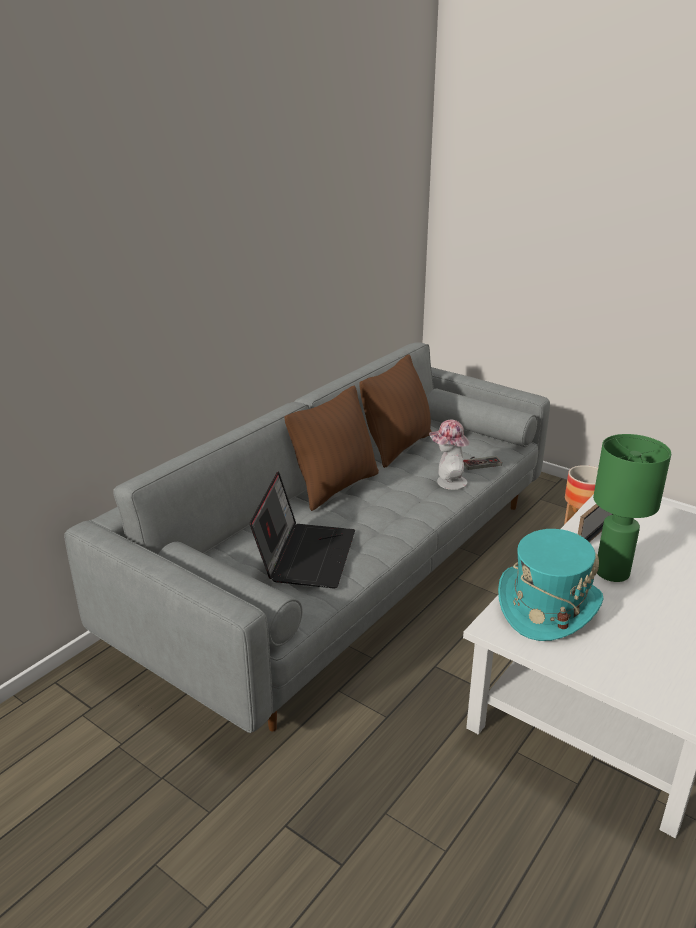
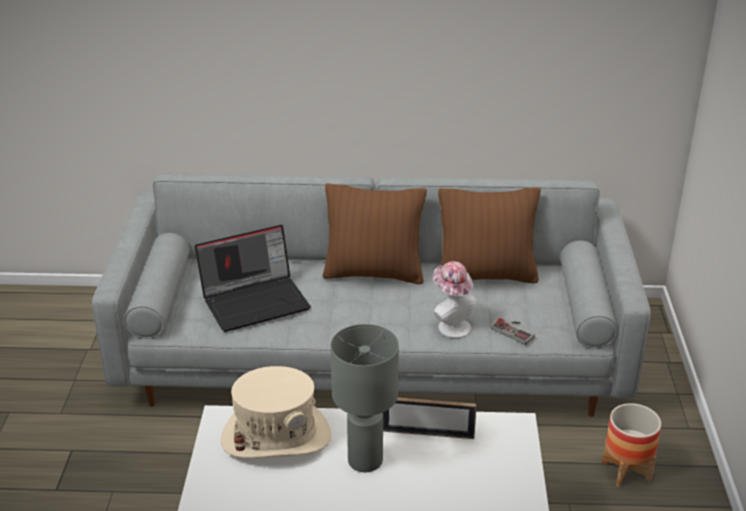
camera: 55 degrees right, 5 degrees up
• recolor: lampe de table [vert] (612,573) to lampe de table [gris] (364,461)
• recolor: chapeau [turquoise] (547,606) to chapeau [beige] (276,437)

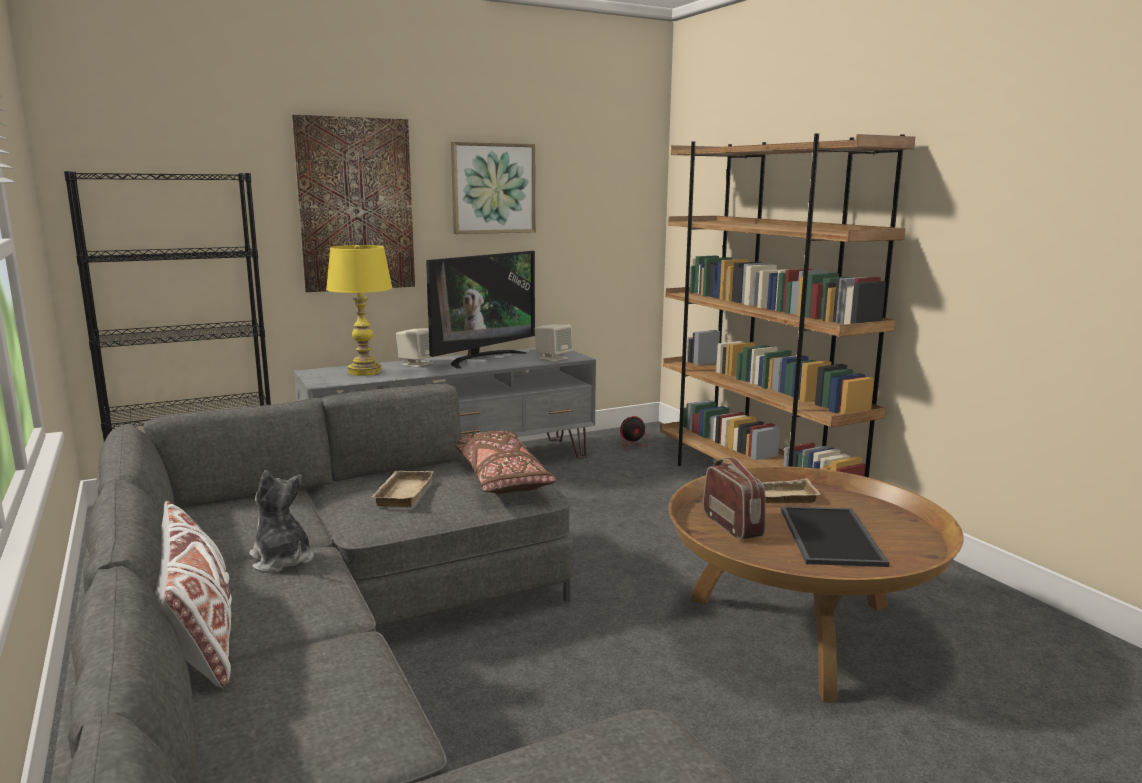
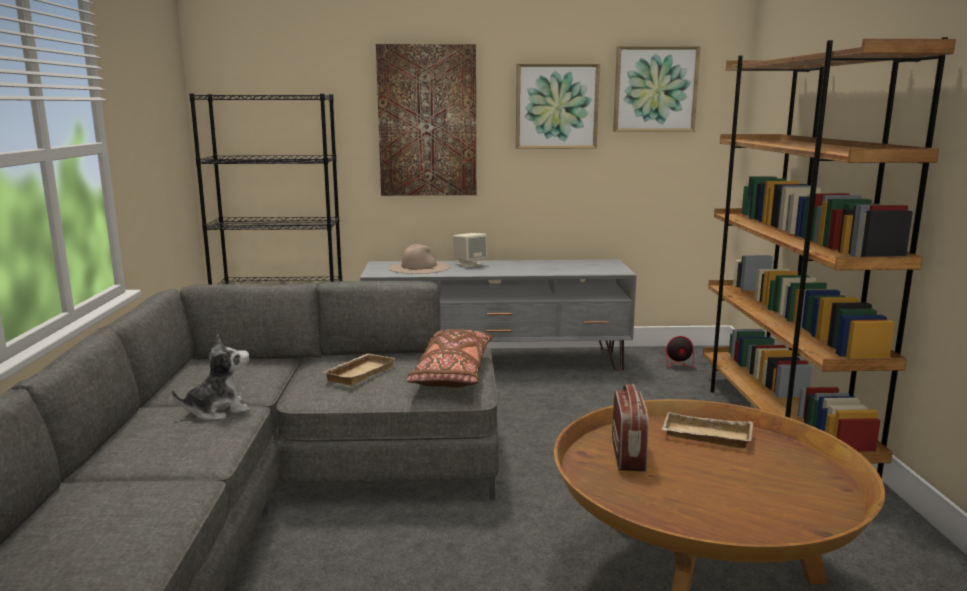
camera: 25 degrees right, 0 degrees up
• replace: lampe de table [jaune] (364,372) to chapeau [beige] (419,267)
• delete: téléviseur (481,358)
• delete: enceinte [beige] (553,358)
• rotate: peluche (282,560) = (217,411) 75 degrees clockwise
• delete: coussin [blanc] (199,634)
• delete: plateau (827,535)
• insert: tableau (655,89)

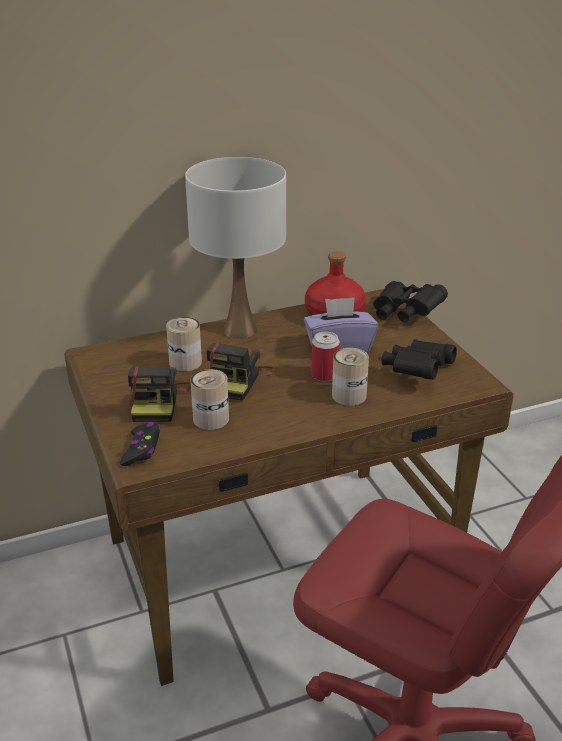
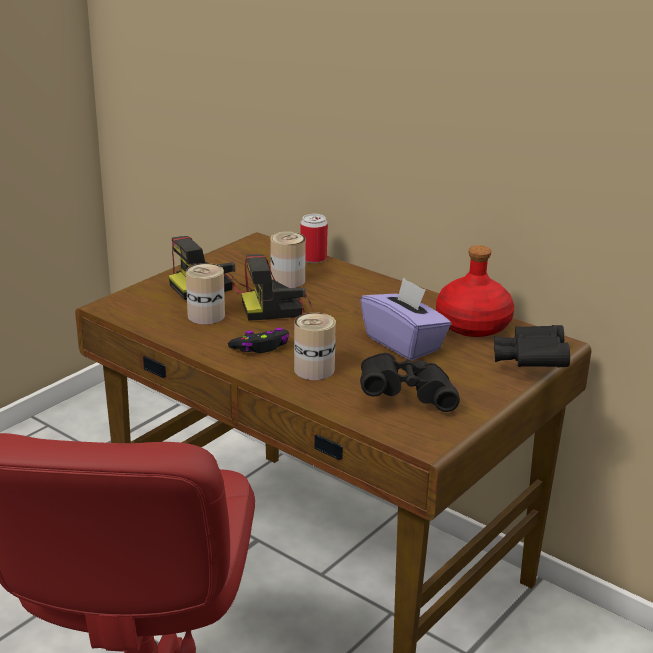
camera: 60 degrees right, 5 degrees down
• delete: lampe de table [blanc] (241,330)
• move: boîte métallique (324,375) to (313,258)
• move: manette [noir] (142,449) to (261,347)

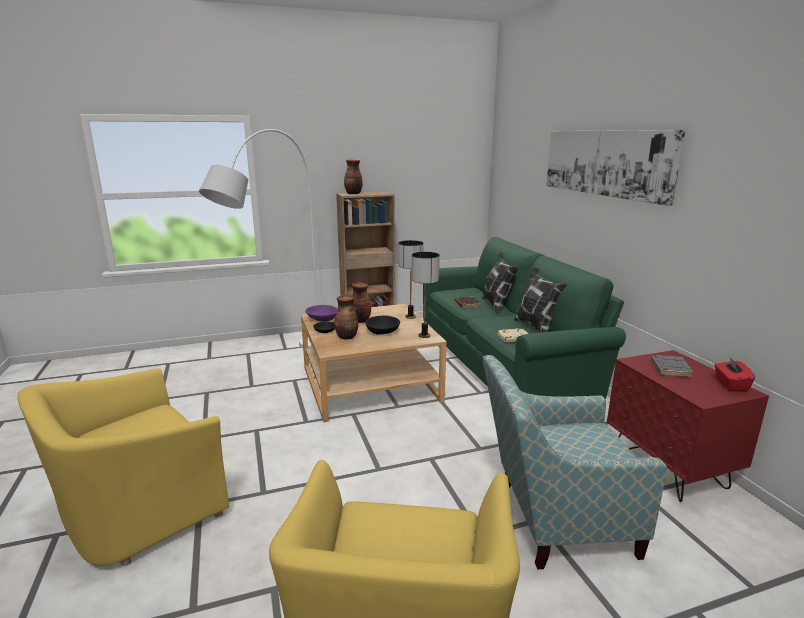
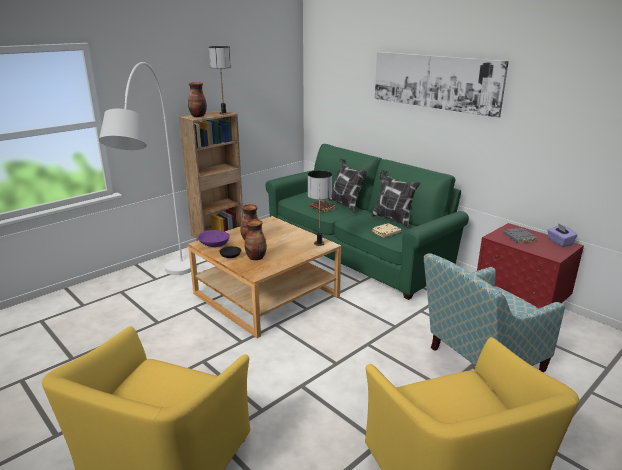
camera: 25 degrees left, 5 degrees up
• move: lampe de table (410,317) to (223,113)
• delete: bol [noir] (382,331)
• recolor: boîte à mouchoirs [rouge] (730,385) to boîte à mouchoirs [violet] (559,242)

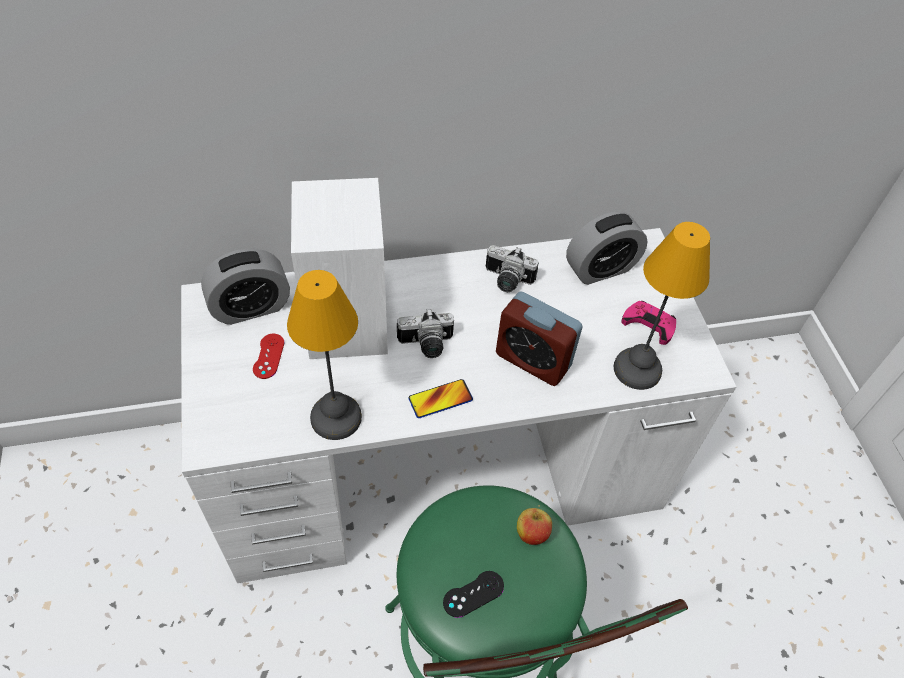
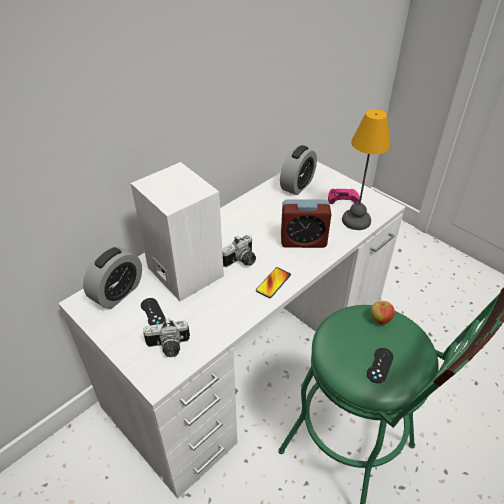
camera: 30 degrees left, 10 degrees down
• move: appareil photo (506,281) to (168,347)
• delete: lampe de table (335,416)
• recolor: manette [rouge] (268,356) to manette [noir] (153,312)

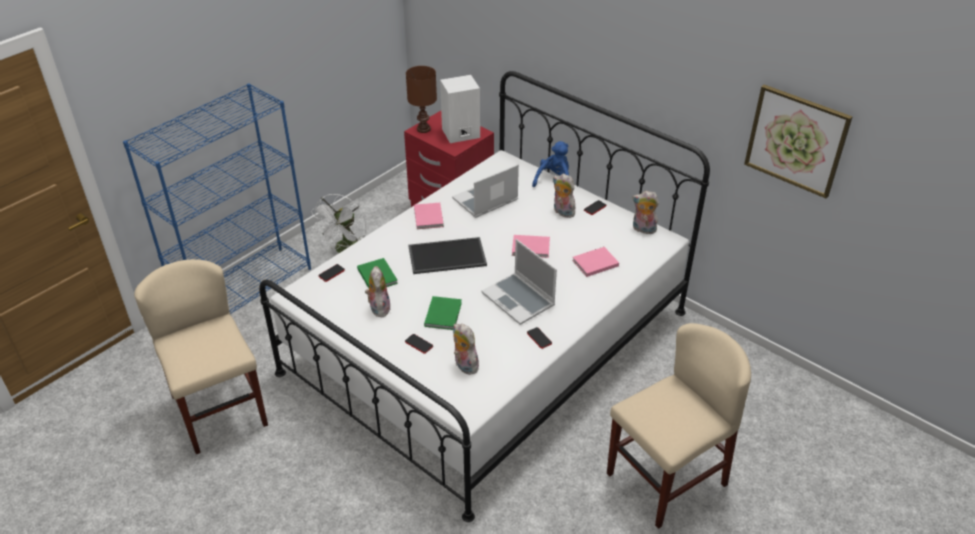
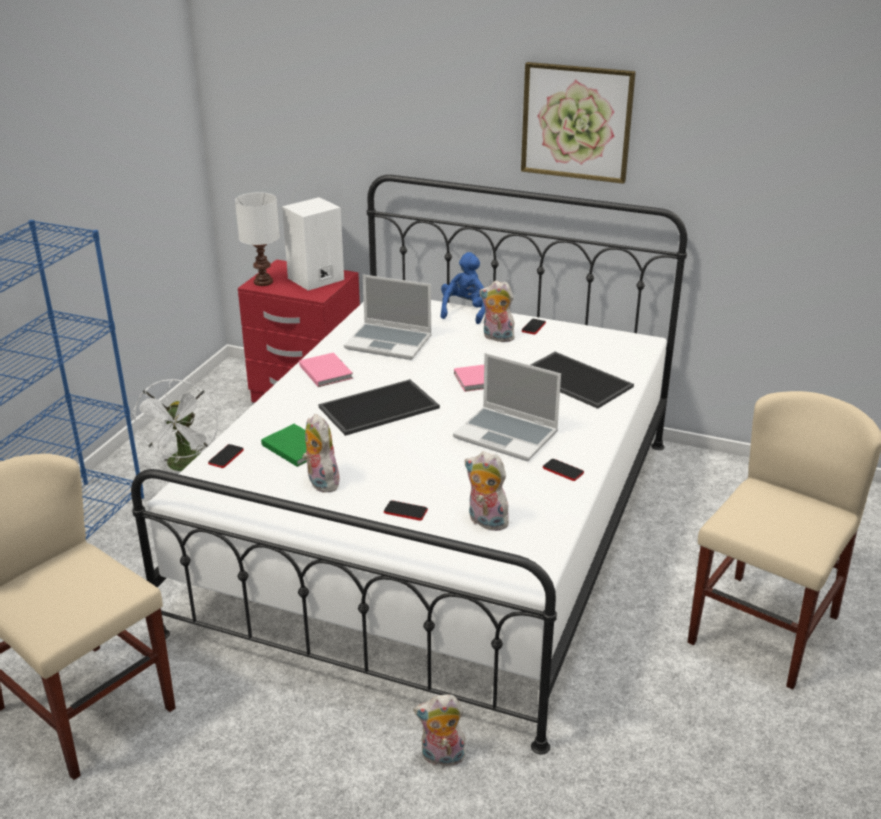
camera: 20 degrees left, 10 degrees down
• recolor: lampe de table [marron] (423,129) to lampe de table [blanc] (262,282)
• move: tableau (796,140) to (576,122)
• rotate: ordinateur portable (485,200) = (390,342) 105 degrees counterclockwise
• move: peluche (643,229) to (441,758)
• replace: livre [rose] (594,263) to plateau (573,380)
• delete: livre [vert] (444,314)

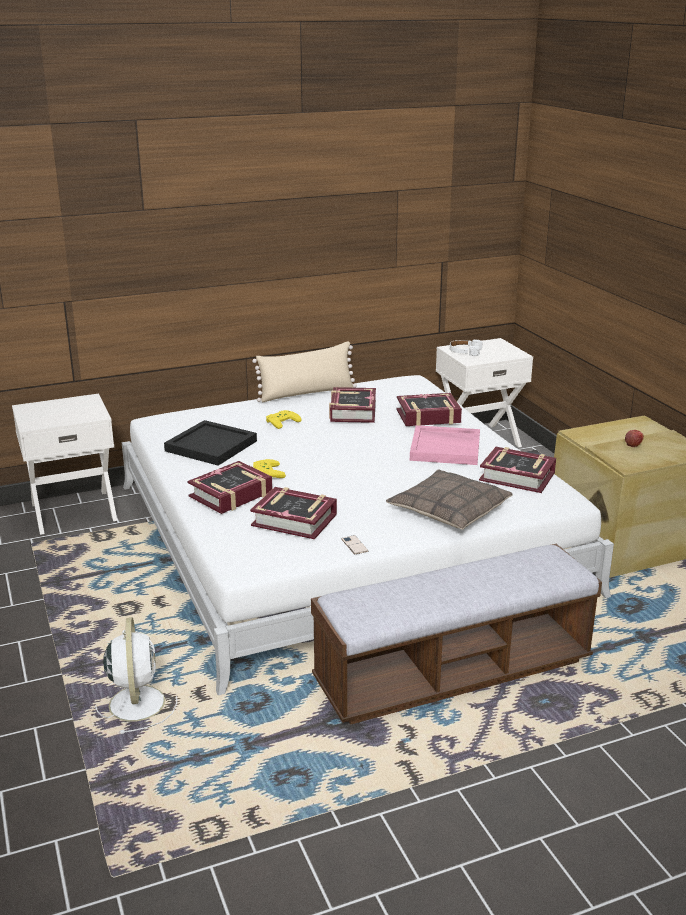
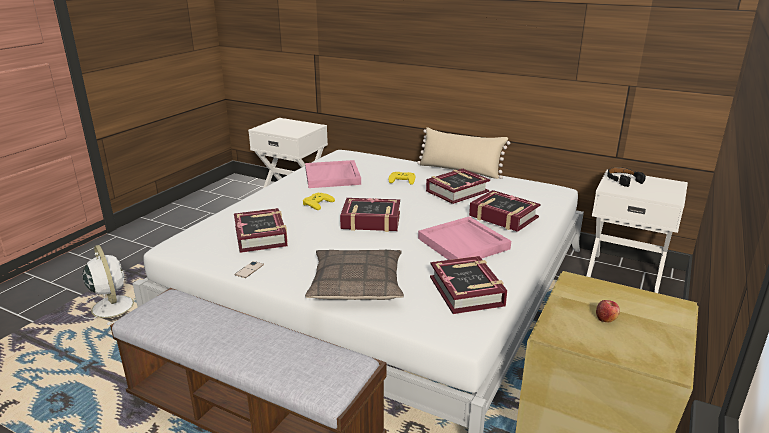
camera: 50 degrees right, 0 degrees up
• recolor: casque audio [blanc] (465,351) to casque audio [noir] (623,180)
• recolor: plateau [noir] (212,446) to plateau [rose] (333,177)
• move: livre (231,494) to (371,221)
• rotate: ventilateur [blanc] (137,702) = (112,306) 75 degrees counterclockwise

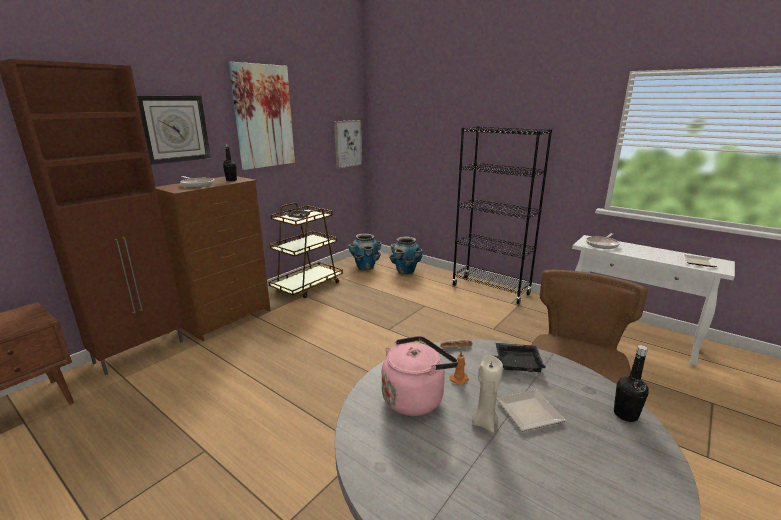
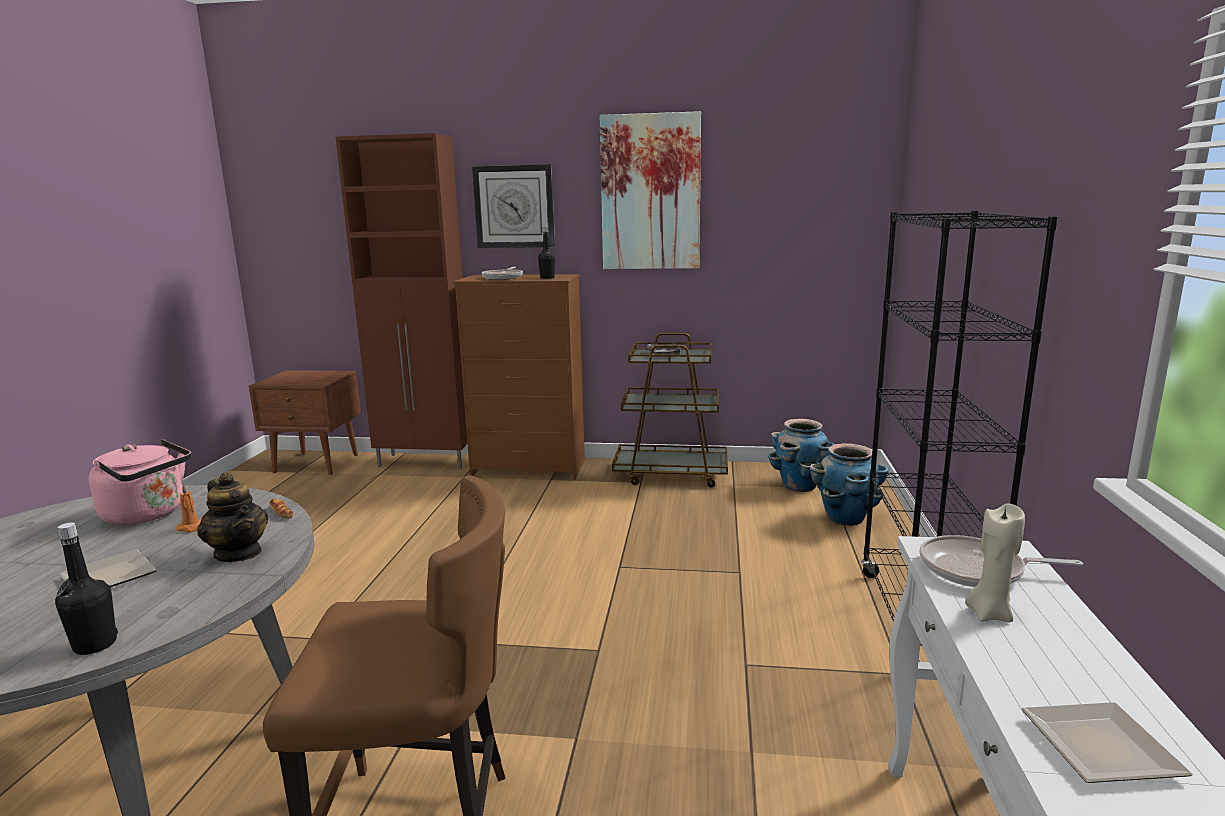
camera: 60 degrees right, 5 degrees down
• delete: tableau (347,143)
• replace: plateau [noir] (515,364) to théière (239,553)
• move: bougie [beige] (484,422) to (989,614)

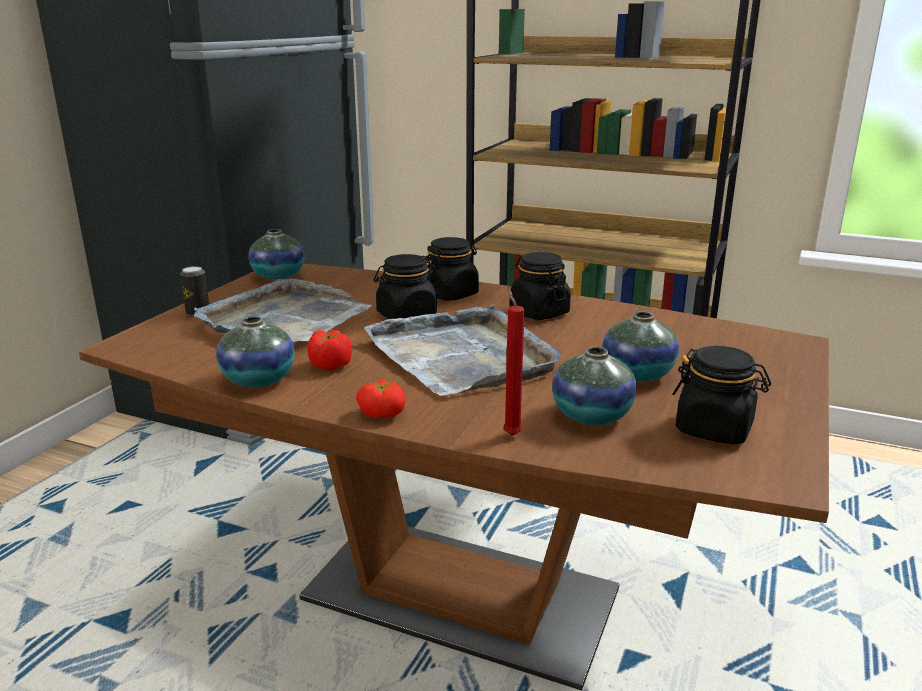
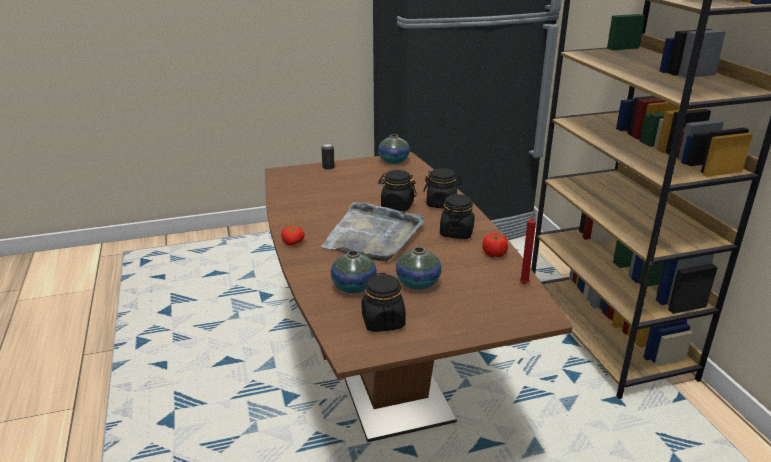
camera: 50 degrees right, 5 degrees up
• delete: plateau [gris] (285,320)
• move: bougie [rouge] (511,434) to (524,283)
• delete: vase (258,380)
• move: tomate (330,365) to (494,254)

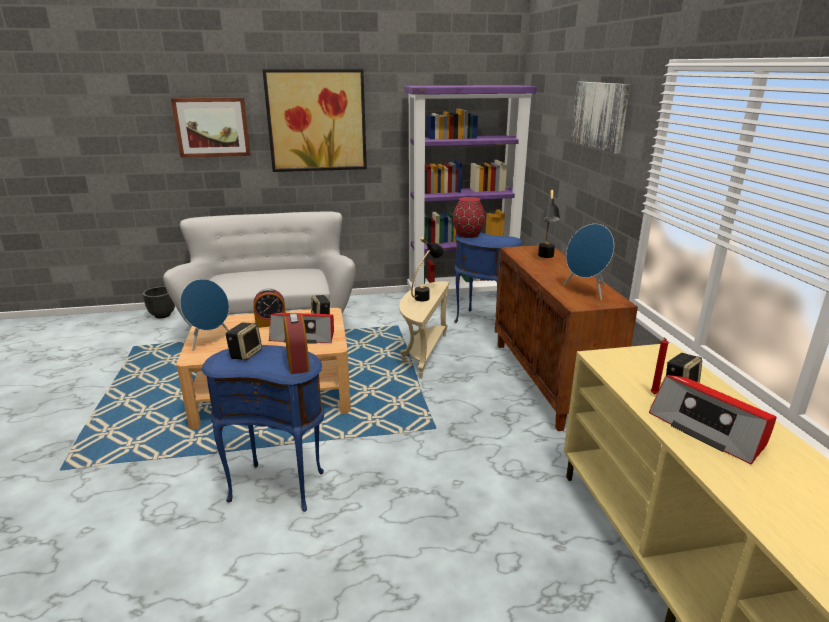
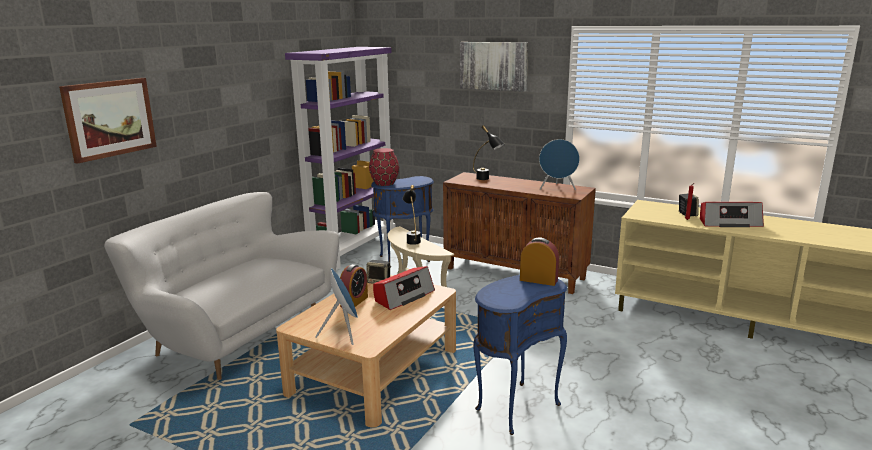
camera: 50 degrees left, 5 degrees down
• delete: tableau (317,121)
• delete: cache-pot [noir] (163,315)
• delete: enceinte (246,354)

